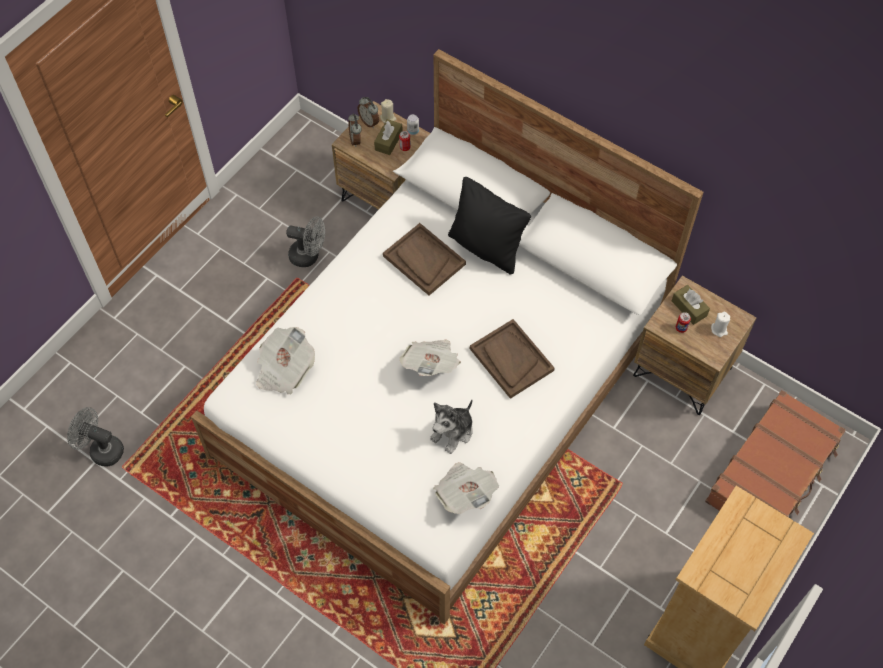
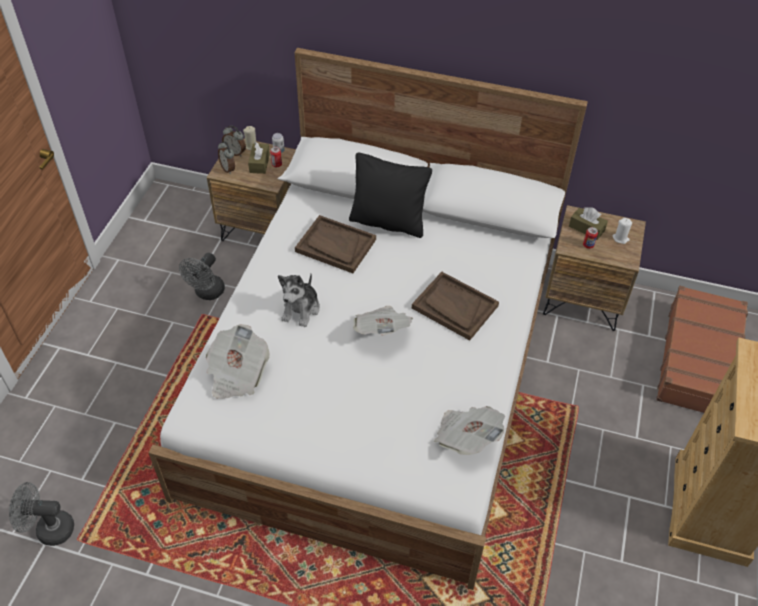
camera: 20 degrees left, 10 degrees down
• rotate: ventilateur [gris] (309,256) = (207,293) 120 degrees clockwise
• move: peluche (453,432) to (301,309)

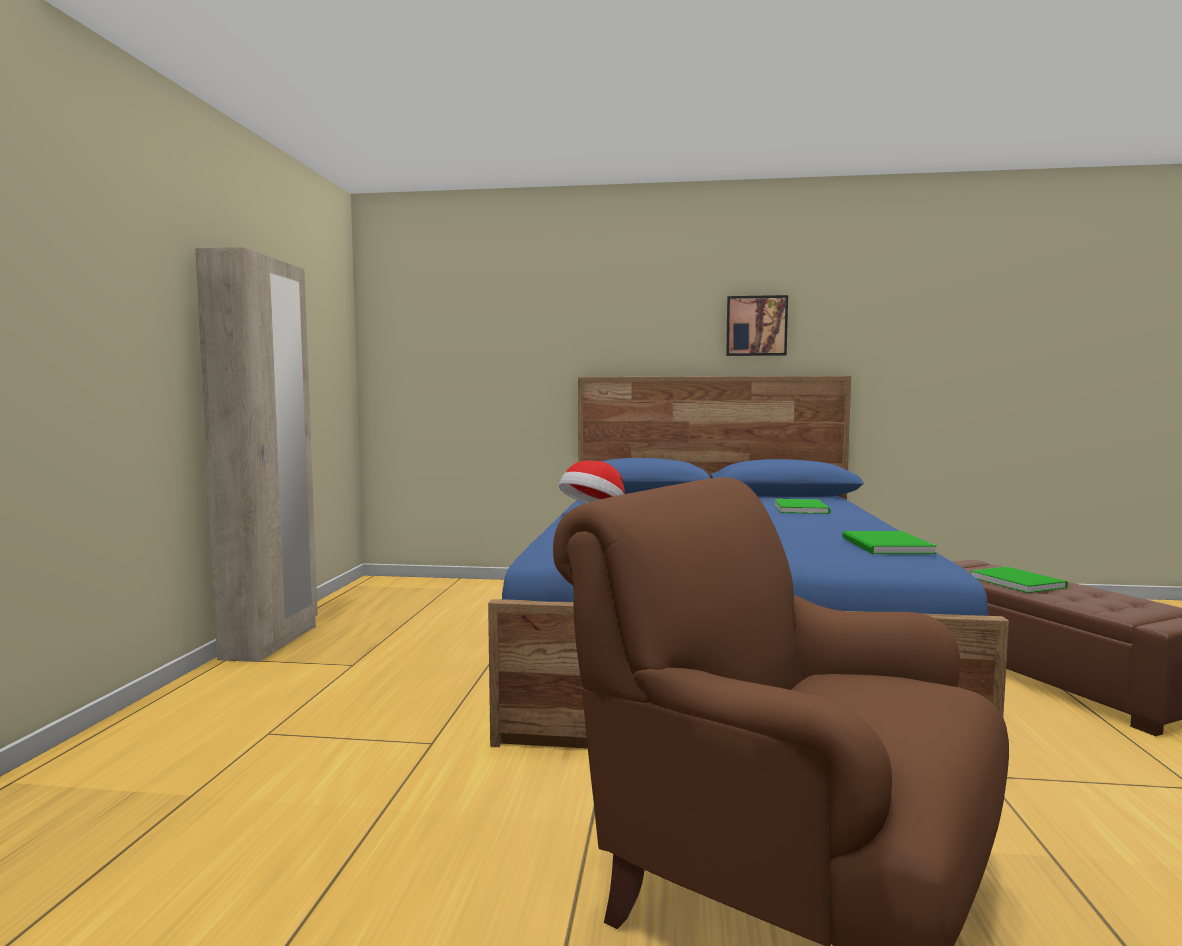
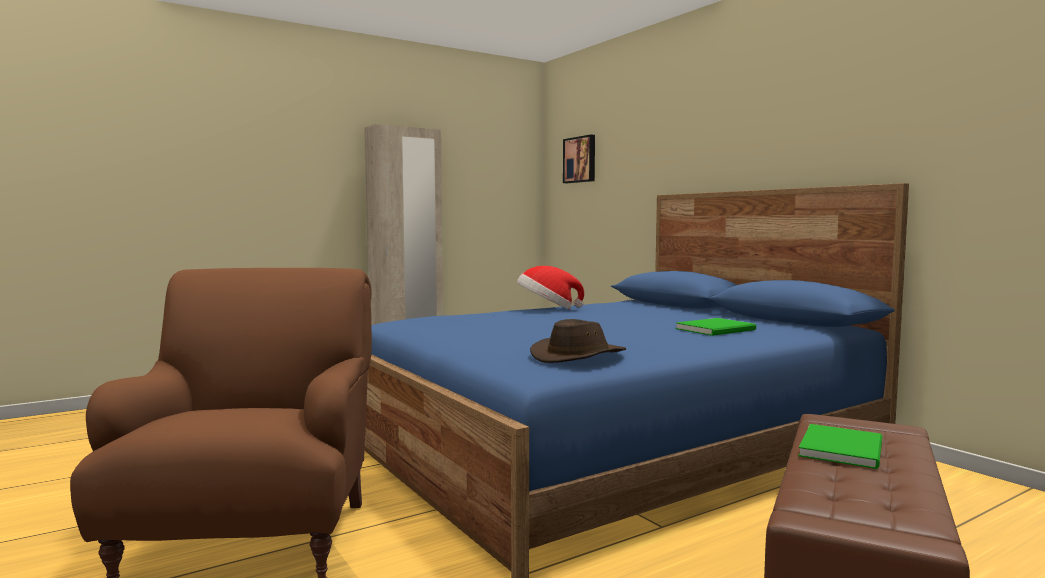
camera: 50 degrees right, 0 degrees up
• move: tableau (756,326) to (580,159)
• replace: livre [vert] (885,546) to chapeau [marron] (578,356)

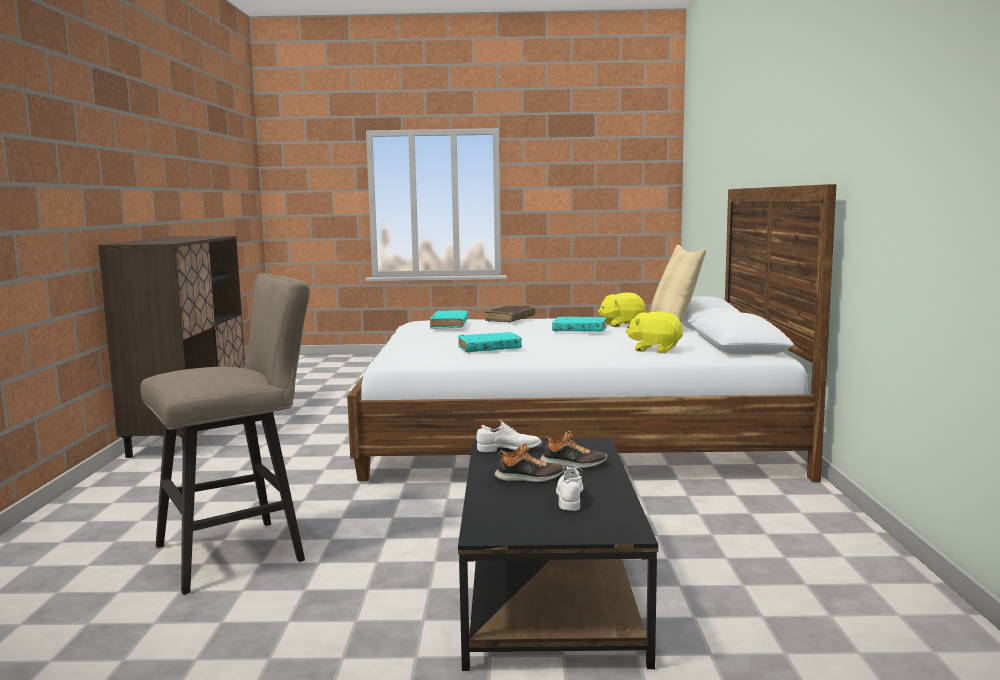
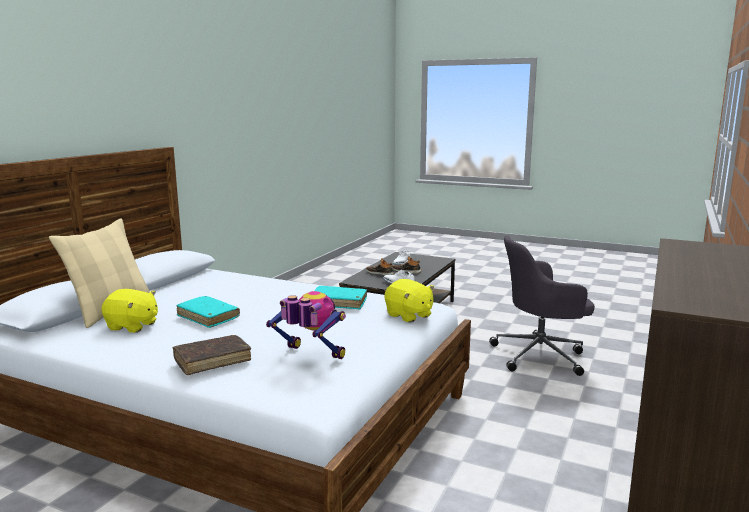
camera: 155 degrees left, 5 degrees up
• replace: tabouret [beige] (241,551) to chaise de bureau [gris] (541,355)
• replace: livre [turquoise] (449,325) to robot jouet (310,355)
• move: peluche [jaune] (655,349) to (408,315)

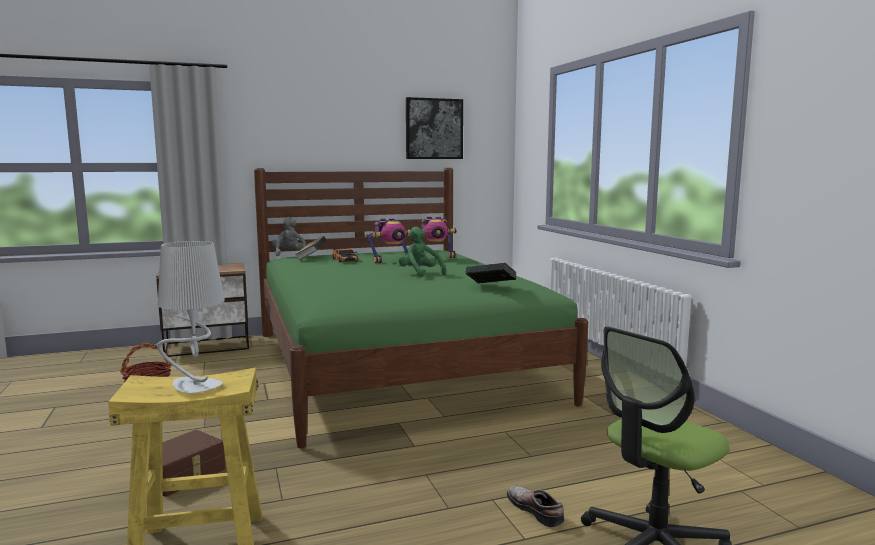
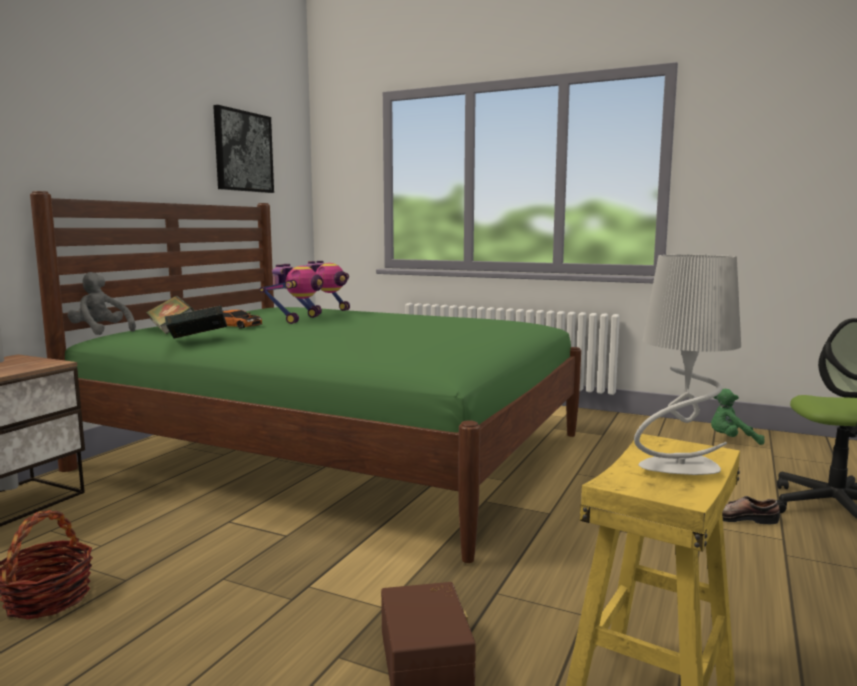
camera: 45 degrees left, 0 degrees up
• move: peluche [vert] (420,274) to (732,440)
• move: livre (490,287) to (197,339)

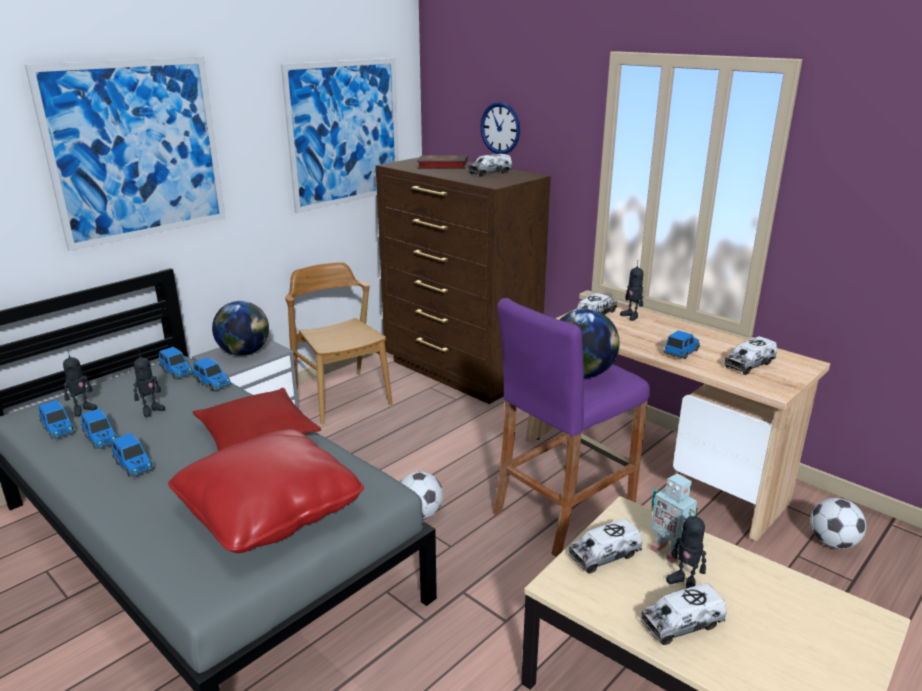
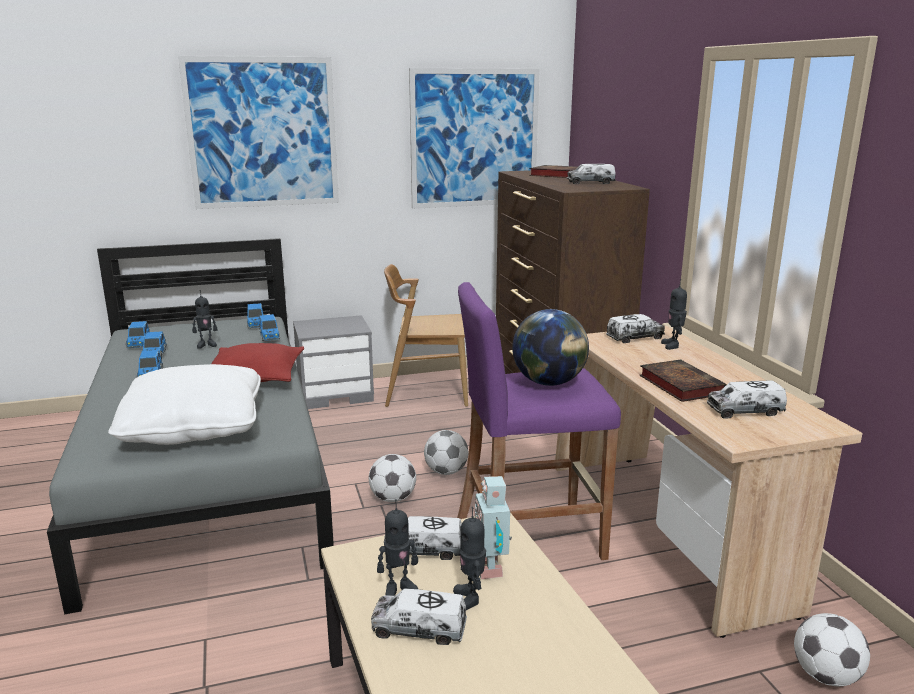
camera: 30 degrees right, 5 degrees down
• delete: horloge murale (500,128)
• rotate: chaise [marron] (342,397) = (427,392) 90 degrees counterclockwise
• delete: globe (244,353)
• replace: petite voiture (682,352) to livre (679,384)
• move: robot jouet (83,410) to (399,589)
• recolor: coussin [rouge] (269,511) to coussin [blanc] (193,427)
• insert: ballon de foot (446,472)

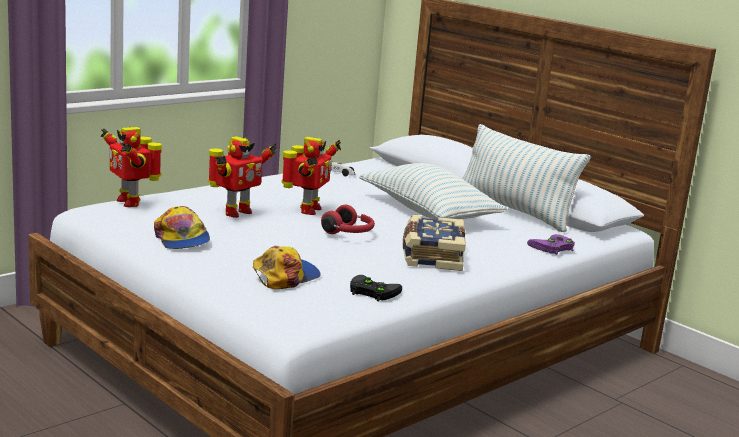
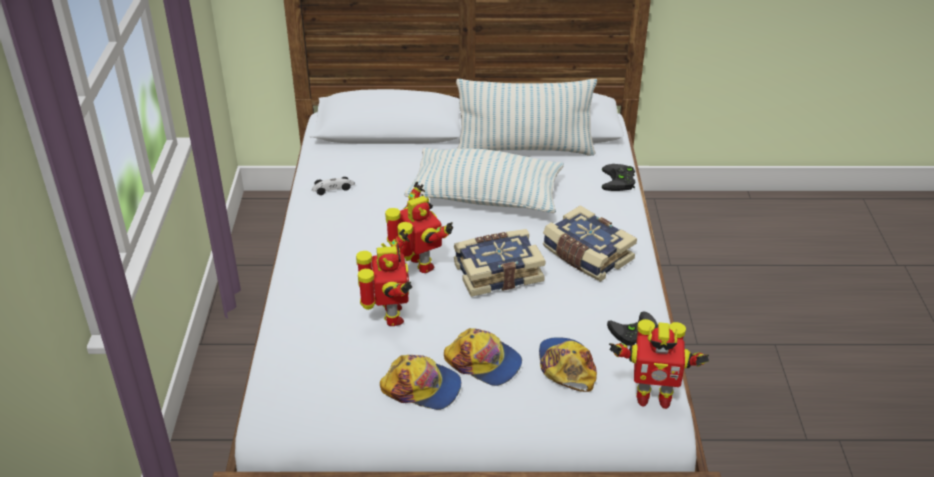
camera: 45 degrees left, 20 degrees up
• move: robot jouet (130,202) to (652,397)
• replace: casque audio [rouge] (349,233) to livre (497,272)
• recolor: manette [violet] (552,248) to manette [noir] (619,181)
• insert: casquette (484,362)

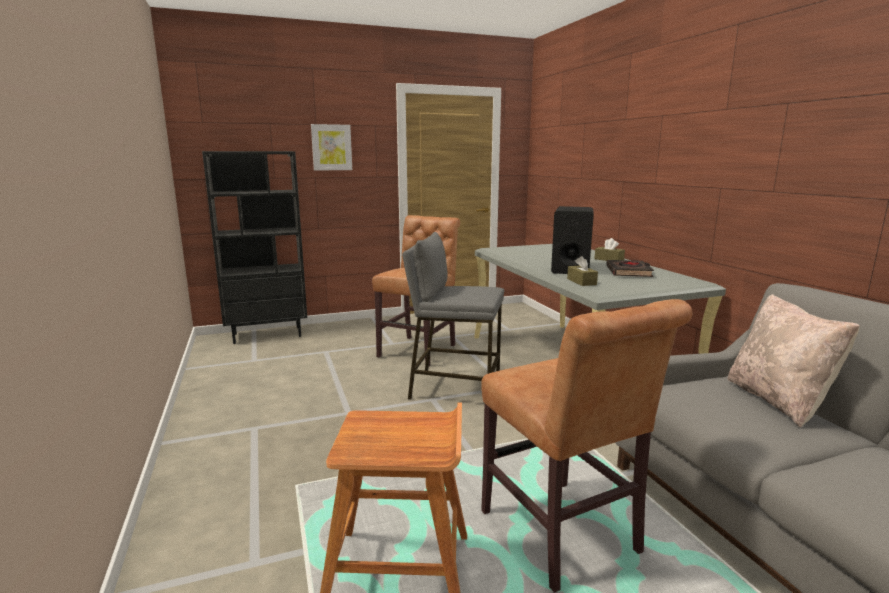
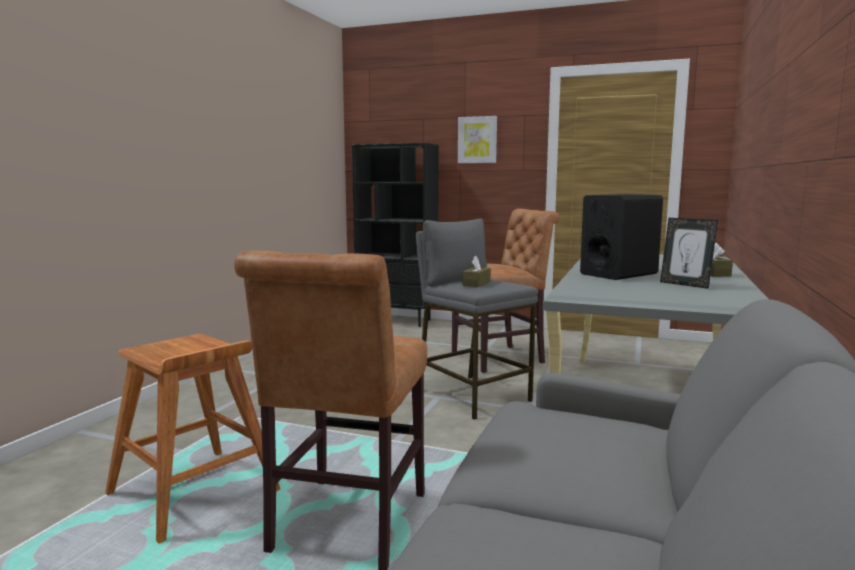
camera: 40 degrees right, 5 degrees down
• move: boîte à mouchoirs [marron] (581,282) to (476,283)
• replace: livre [noir] (628,272) to cadre photo (685,284)
• delete: coussin [beige] (778,401)

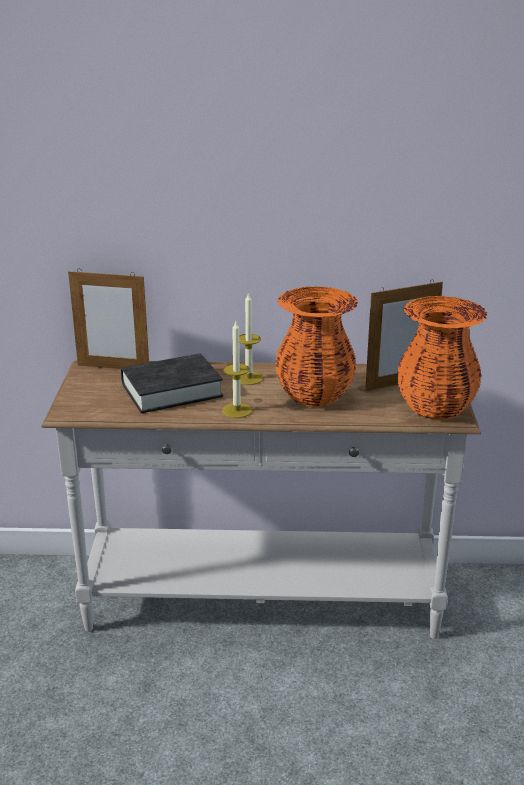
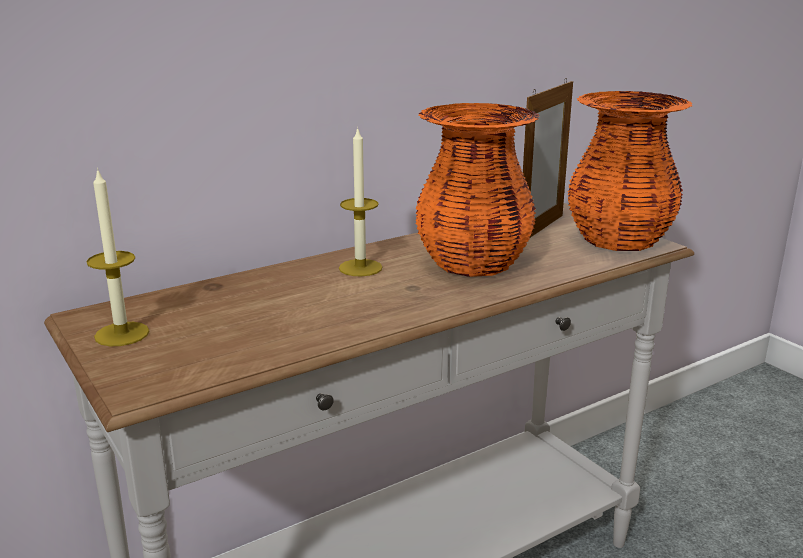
camera: 35 degrees left, 5 degrees down
• delete: cadre photo (113,368)
• move: bougie (237,410) to (122,334)
• delete: livre [noir] (171,390)

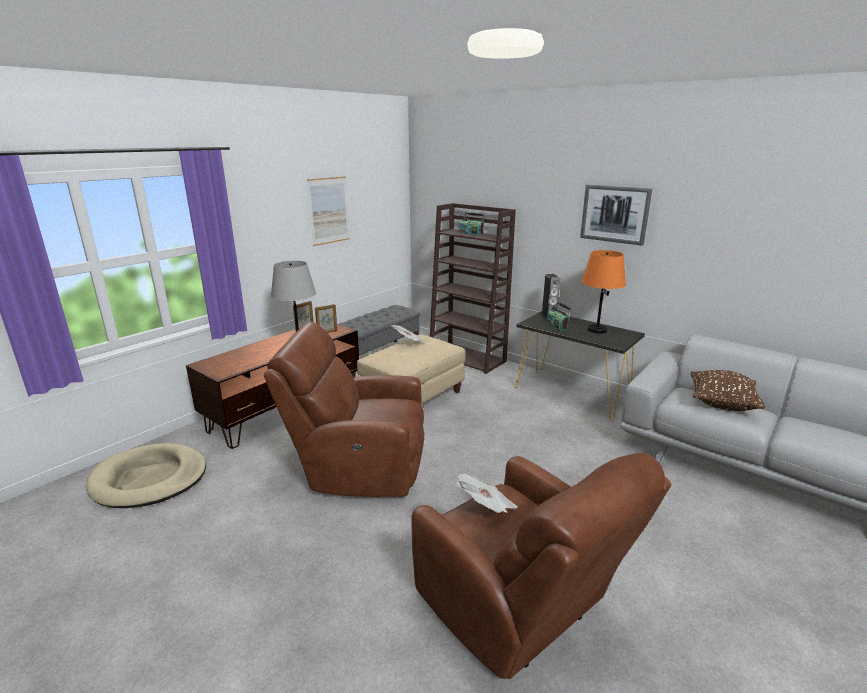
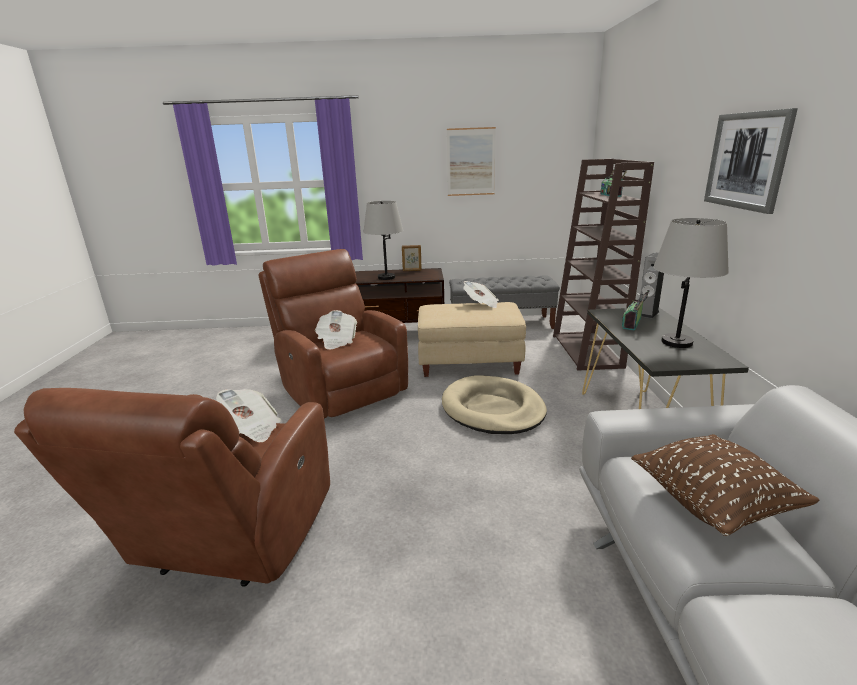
camera: 50 degrees right, 0 degrees up
• recolor: lampe de table [orange] (597,330) to lampe de table [gris] (676,342)
• delete: cadre photo (327,332)
• move: panier pour chien [beige] (149,479) to (492,409)
• insert: journal (337,341)

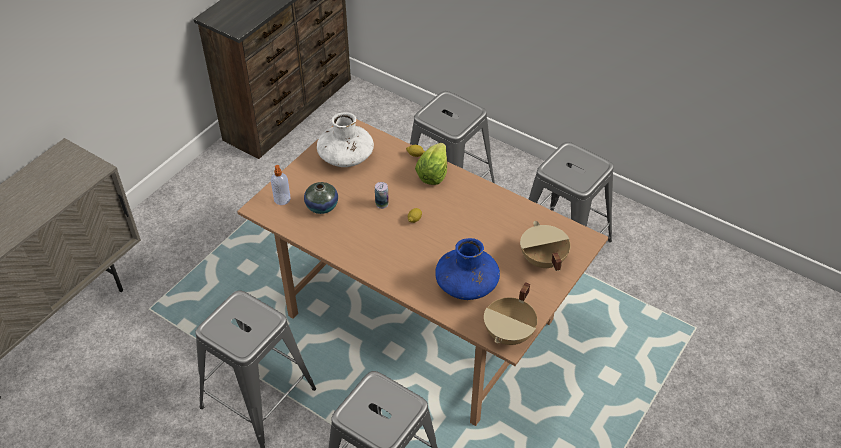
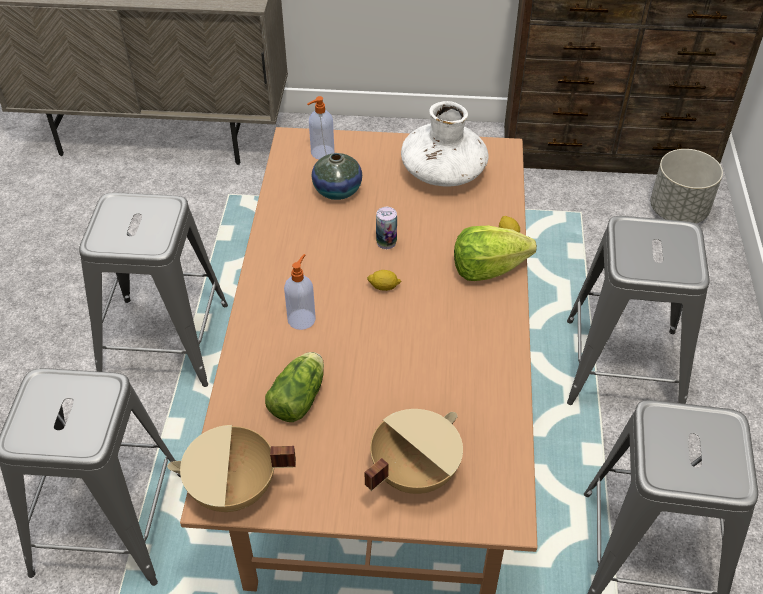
camera: 60 degrees right, 0 degrees up
• replace: vase [bleu] (466,284) to laitue (300,396)
• insert: cache-pot [gris] (678,210)
• insert: distributeur de savon (302,318)

